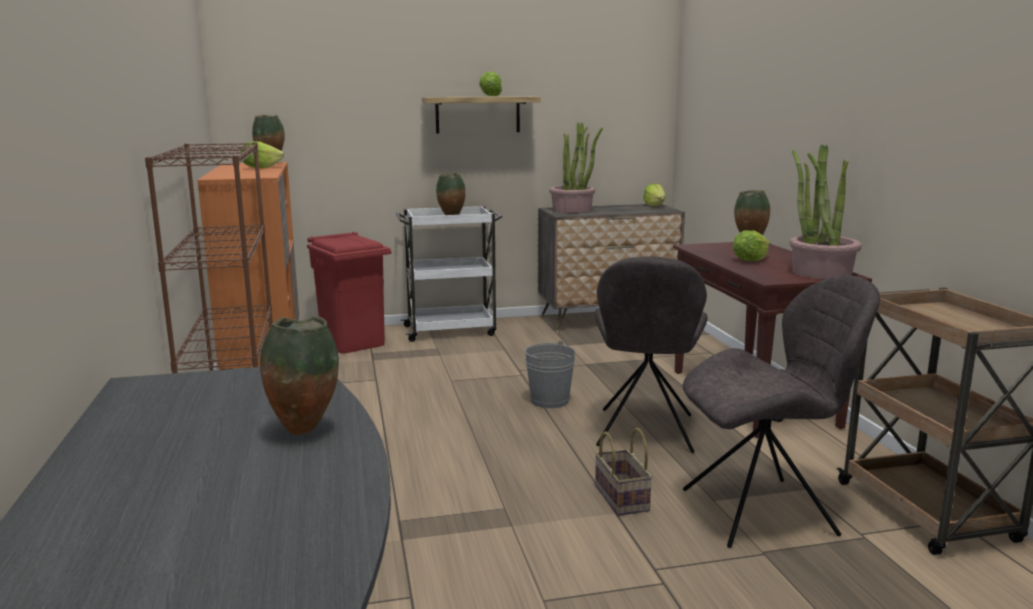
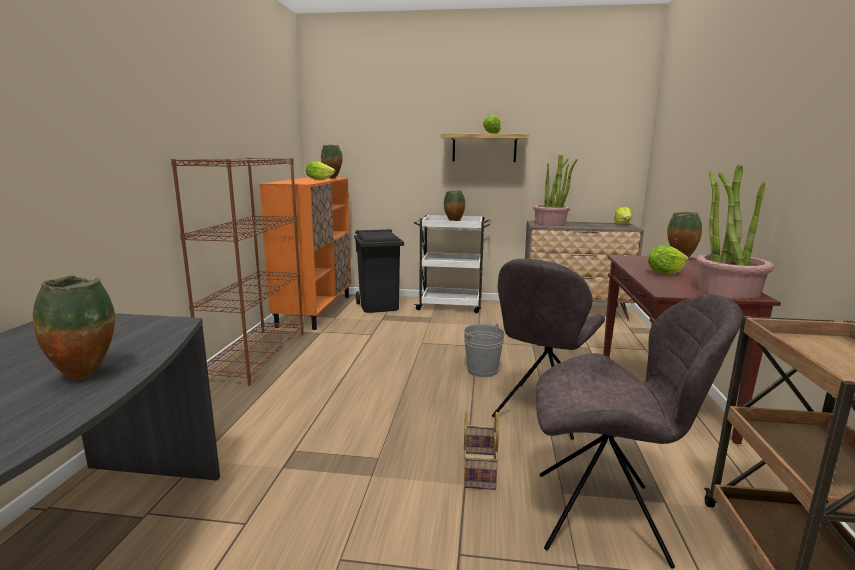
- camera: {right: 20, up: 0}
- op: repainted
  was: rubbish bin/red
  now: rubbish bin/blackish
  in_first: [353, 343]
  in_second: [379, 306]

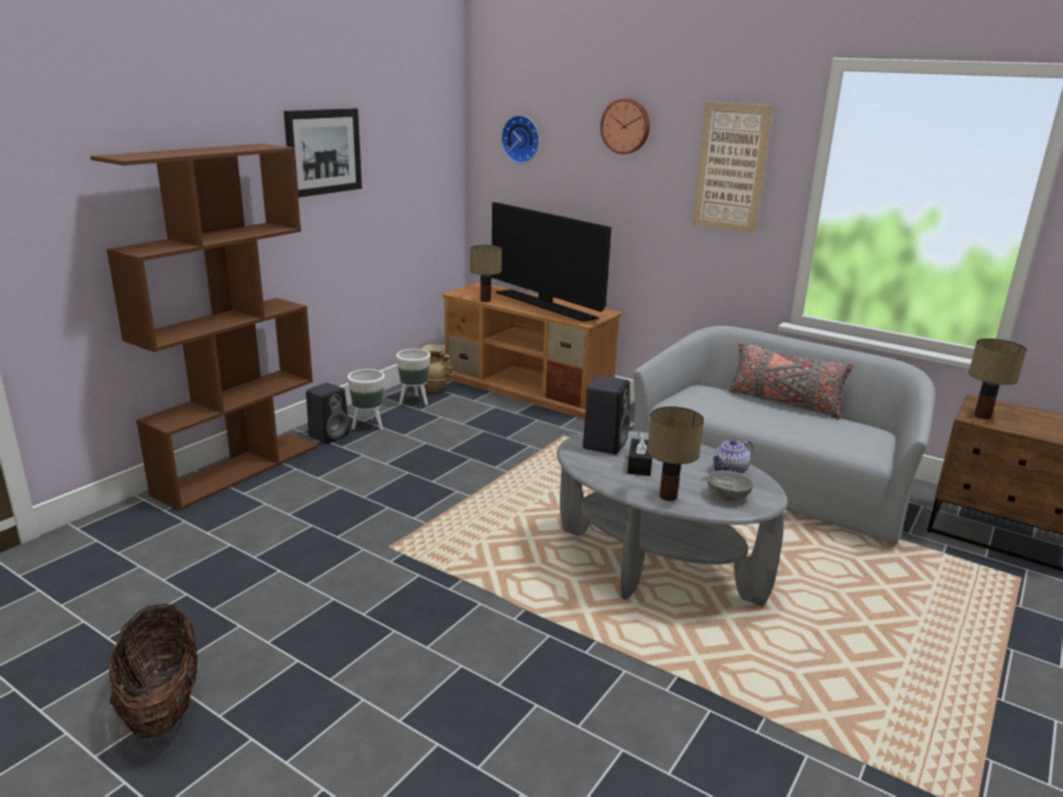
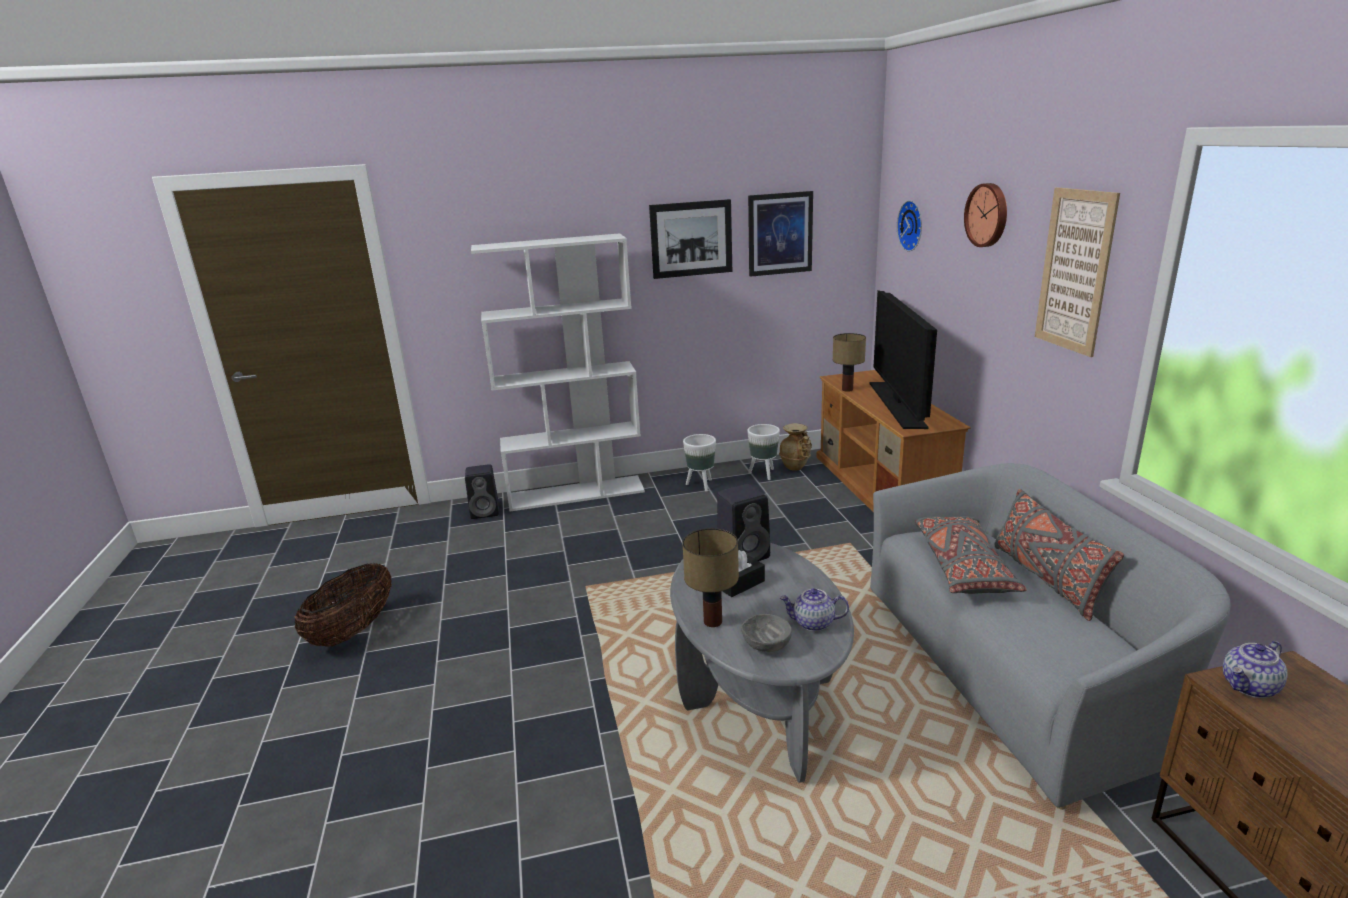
- camera: {right: 45, up: 0}
- op: repainted
  was: bookcase/brown-coloured
  now: bookcase/white-coloured
  in_first: [239, 469]
  in_second: [576, 493]
- op: shifted
  was: speaker/blackish
  in_first: [329, 435]
  in_second: [486, 512]
- op: swapped
  was: lamp for a table
  now: tea pot
  in_first: [983, 416]
  in_second: [1250, 687]
- op: new
  now: wall picture
  in_second: [780, 233]
- op: new
  now: pillow/greyish
  in_second: [963, 567]

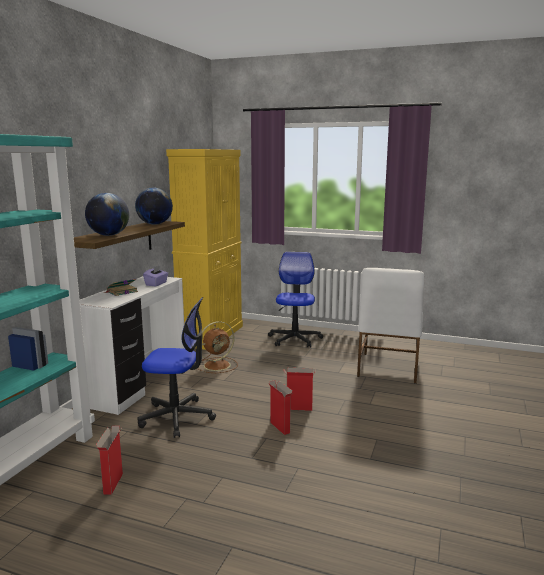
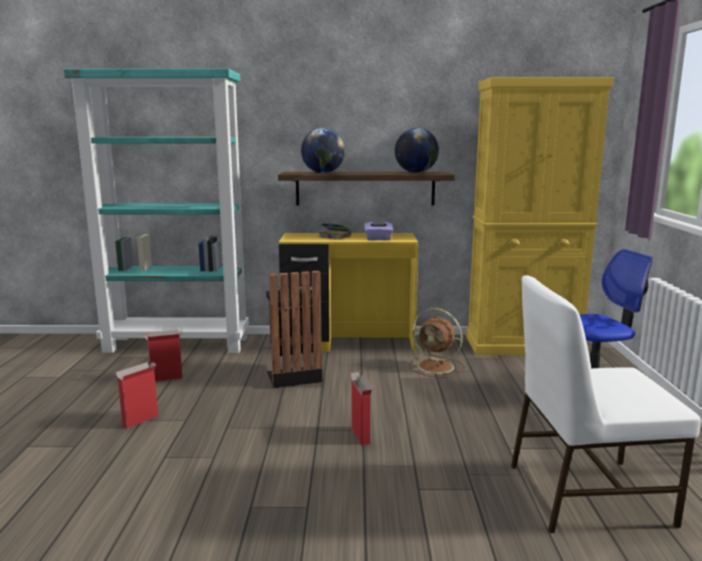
- camera: {right: 70, up: 0}
- op: repainted
  was: desk/white-coloured
  now: desk/yellow-coloured
  in_first: [139, 385]
  in_second: [349, 345]
- op: swapped
  was: office chair
  now: rubbish bin/blackish
  in_first: [177, 417]
  in_second: [292, 375]
- op: shifted
  was: carton
  in_first: [280, 428]
  in_second: [140, 421]

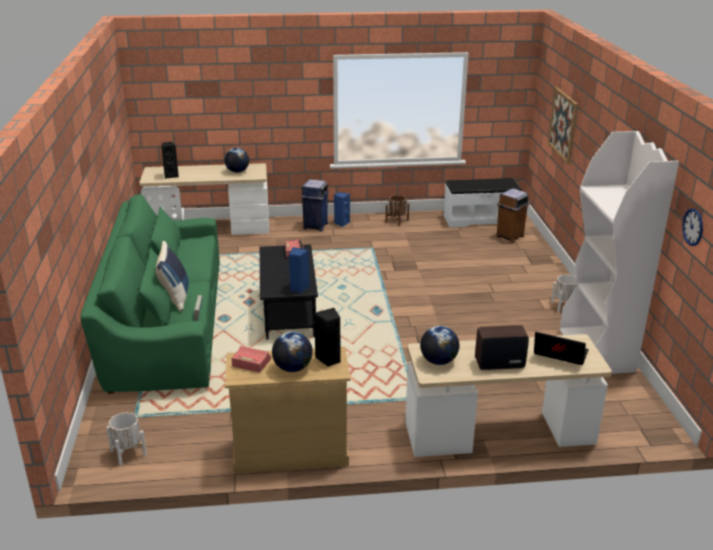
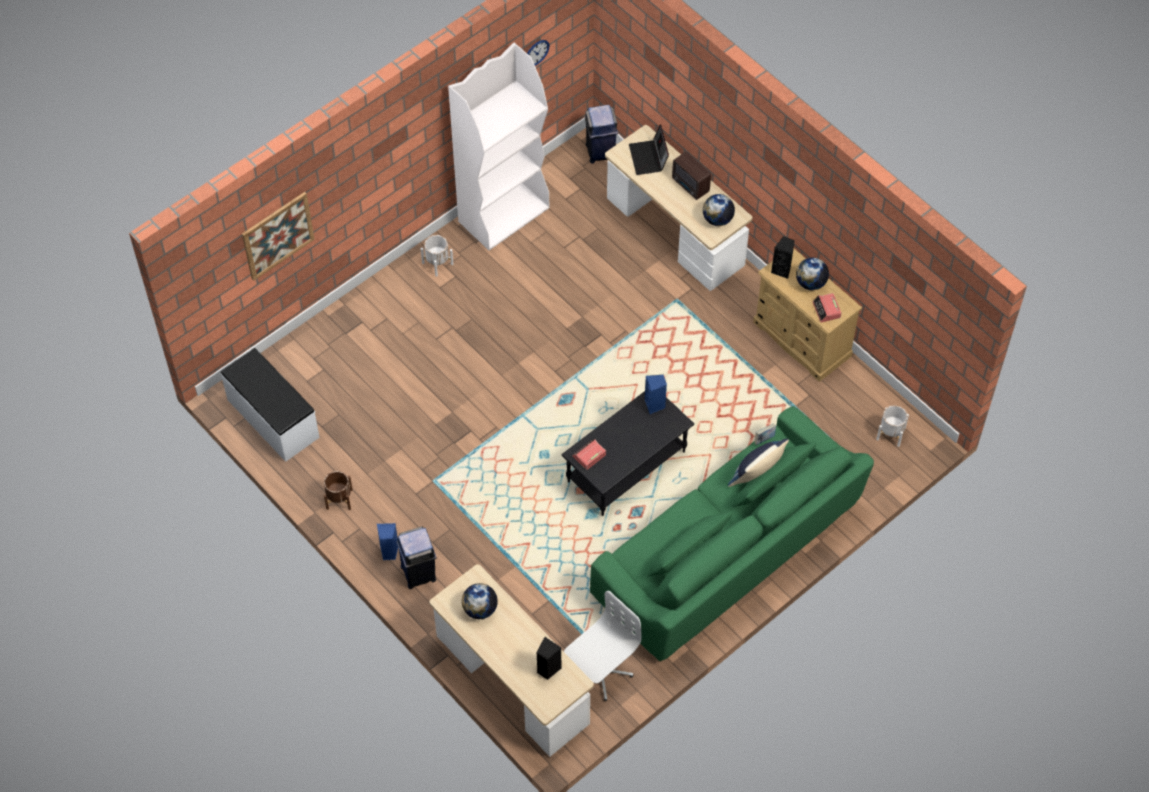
- camera: {right: -125, up: 30}
- op: gone
  was: rubbish bin/brown-coloured
  in_first: [509, 237]
- op: new
  now: rubbish bin/blue
  in_second: [600, 152]

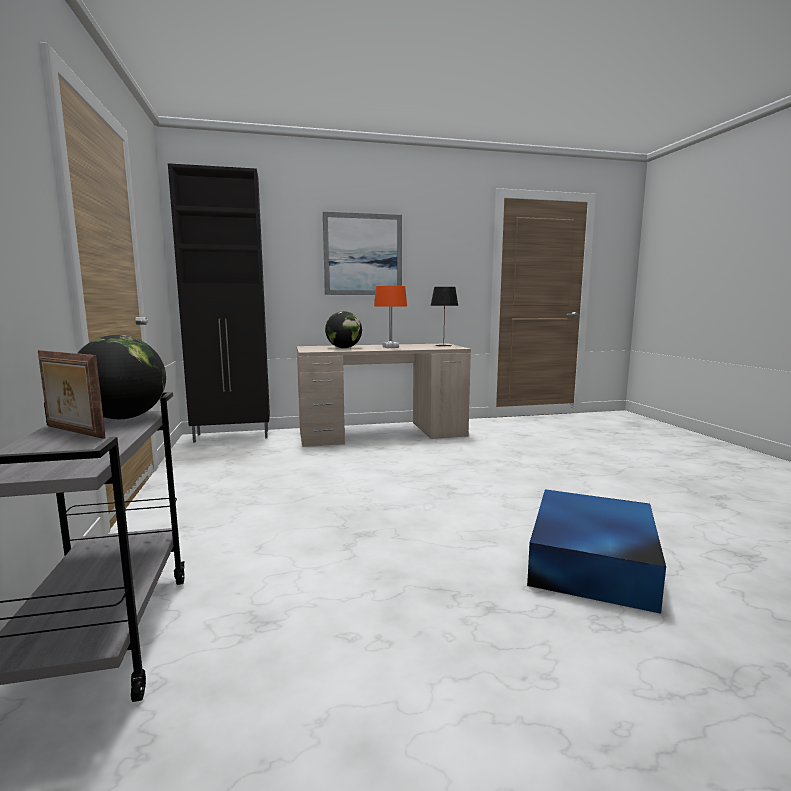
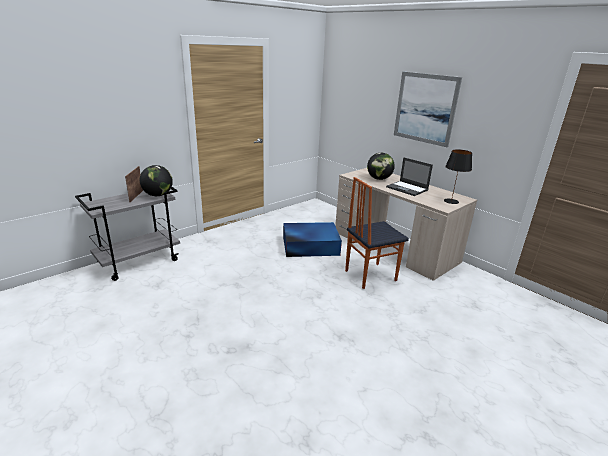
- camera: {right: 60, up: 15}
- op: gone
  was: storage cabinet/blackish
  in_first: [233, 436]
- op: swapped
  was: lamp for a table/orange-coloured
  now: portable computer
  in_first: [390, 347]
  in_second: [407, 188]
- op: shifted
  was: storage box/blue
  in_first: [590, 562]
  in_second: [309, 245]
- op: new
  now: chair
  in_second: [369, 275]

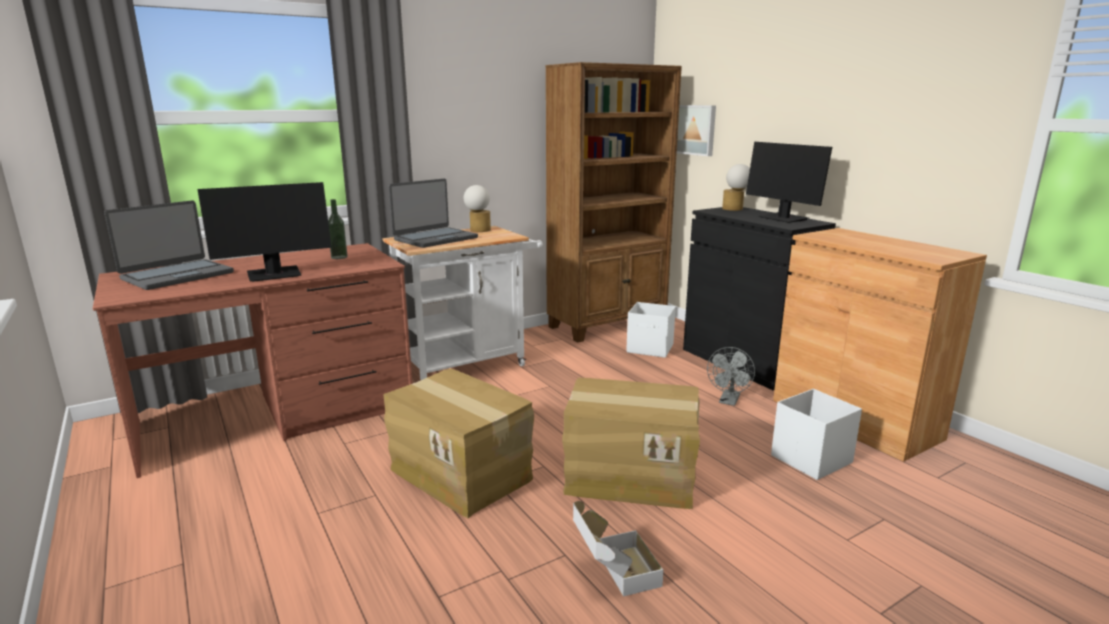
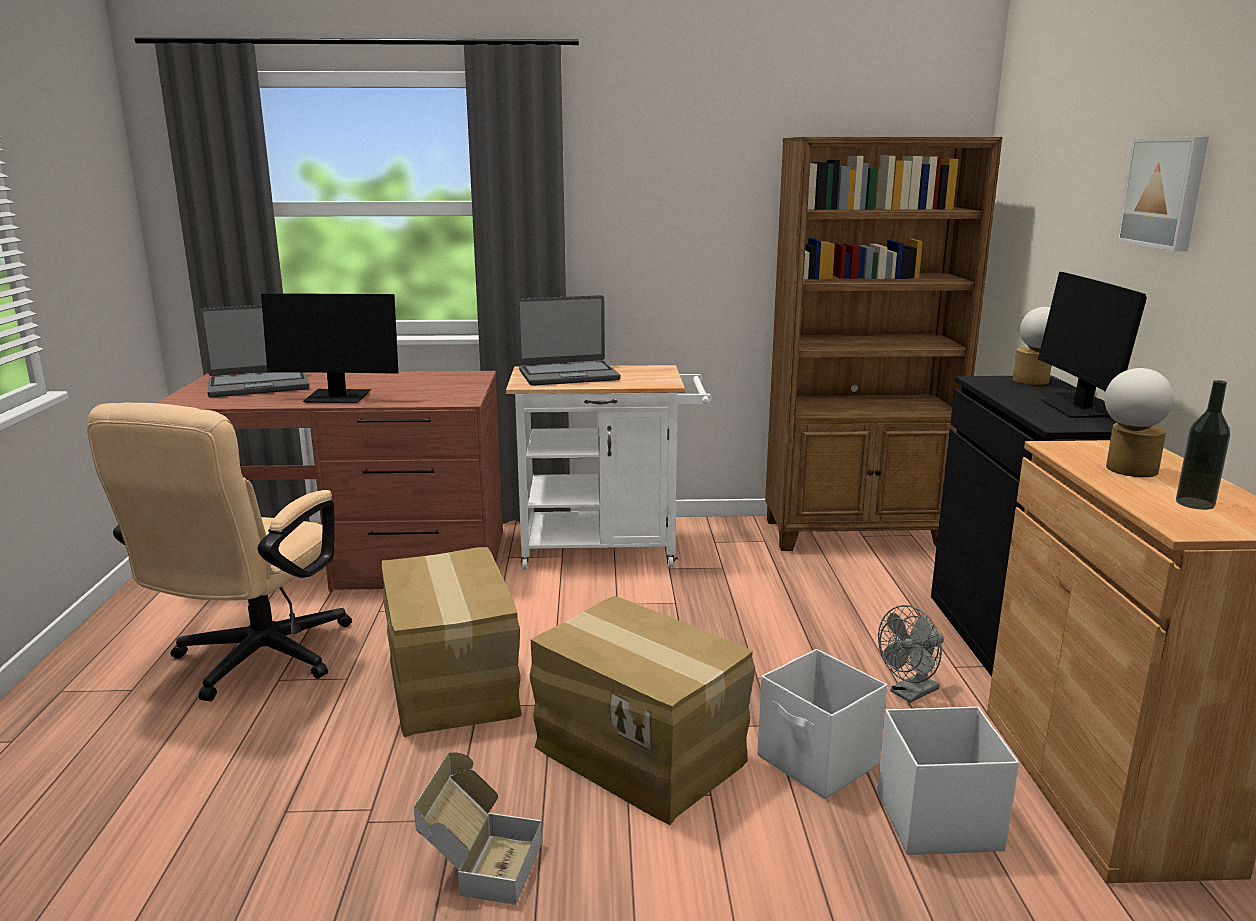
- camera: {right: 30, up: 0}
- op: shifted
  was: bottle
  in_first: [339, 257]
  in_second: [1195, 503]
- op: shifted
  was: lamp for a table
  in_first: [478, 230]
  in_second: [1126, 470]
- op: shifted
  was: storage box/white-coloured
  in_first: [650, 349]
  in_second: [818, 762]
- op: shifted
  was: wall picture
  in_first: [696, 130]
  in_second: [1165, 192]
- op: new
  now: office chair/beige-coloured
  in_second: [252, 662]

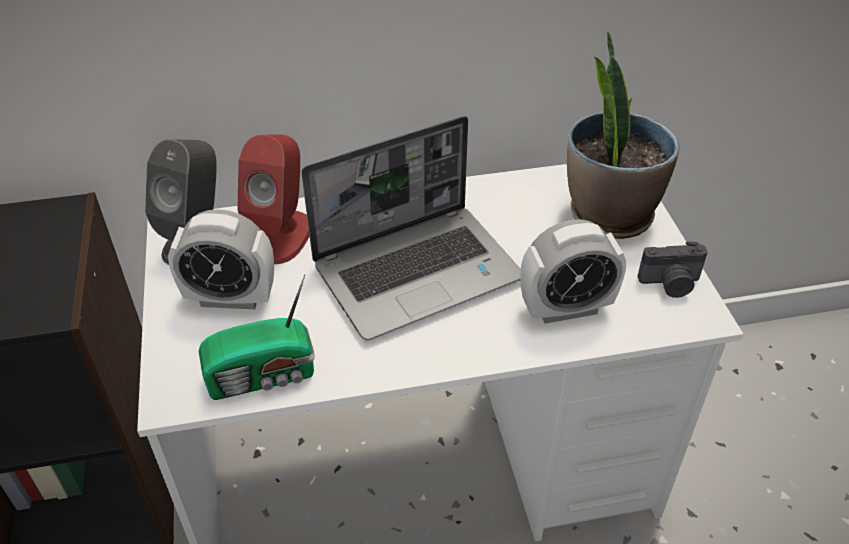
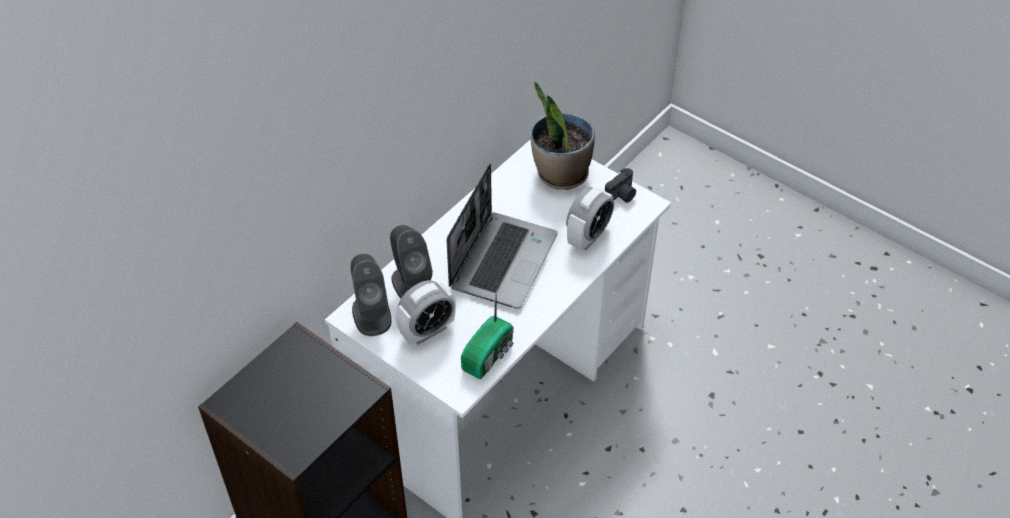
- camera: {right: -40, up: 5}
- op: repainted
  was: speaker/red
  now: speaker/greyish
  in_first: [281, 235]
  in_second: [412, 284]

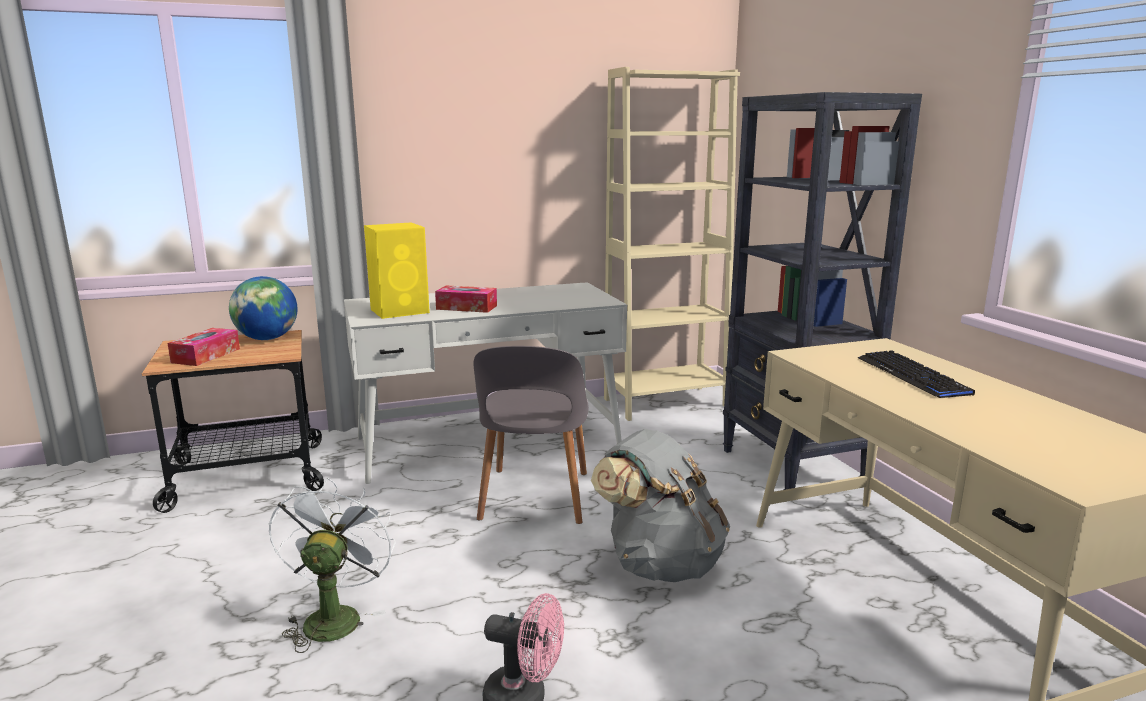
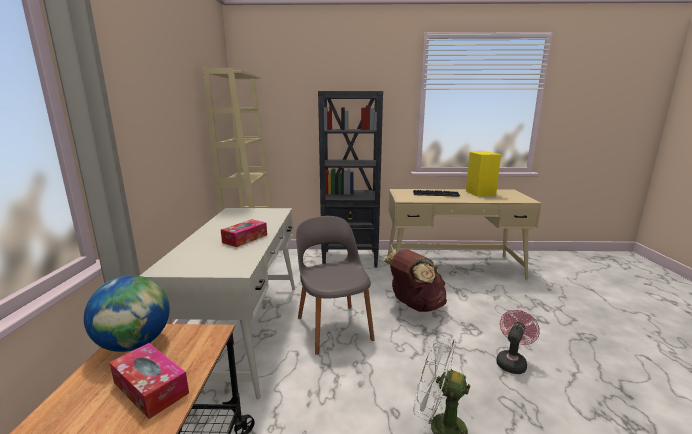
- camera: {right: -70, up: 0}
- op: shifted
  was: speaker/yellow-coloured
  in_first: [401, 311]
  in_second: [480, 193]
- op: rotated
  was: chair/greyish
  in_first: [534, 497]
  in_second: [334, 326]
  clockwise: -135
- op: repainted
  was: knapsack/greyish
  now: knapsack/brown-coloured
  in_first: [660, 563]
  in_second: [415, 306]

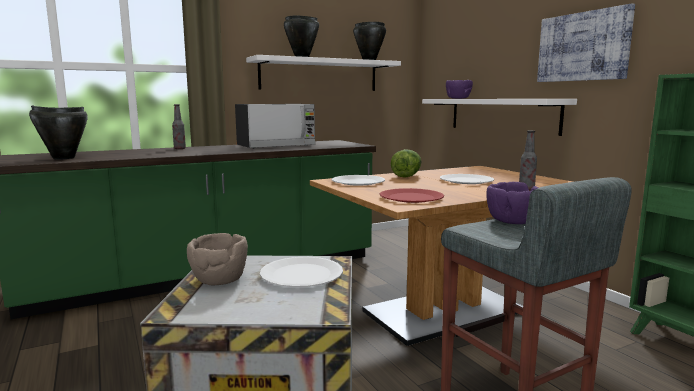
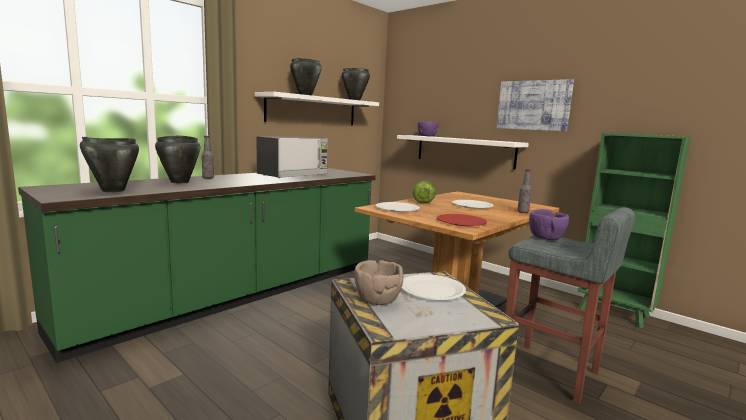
- camera: {right: -20, up: 0}
- op: new
  now: cooking pot/blackish
  in_second: [180, 182]

